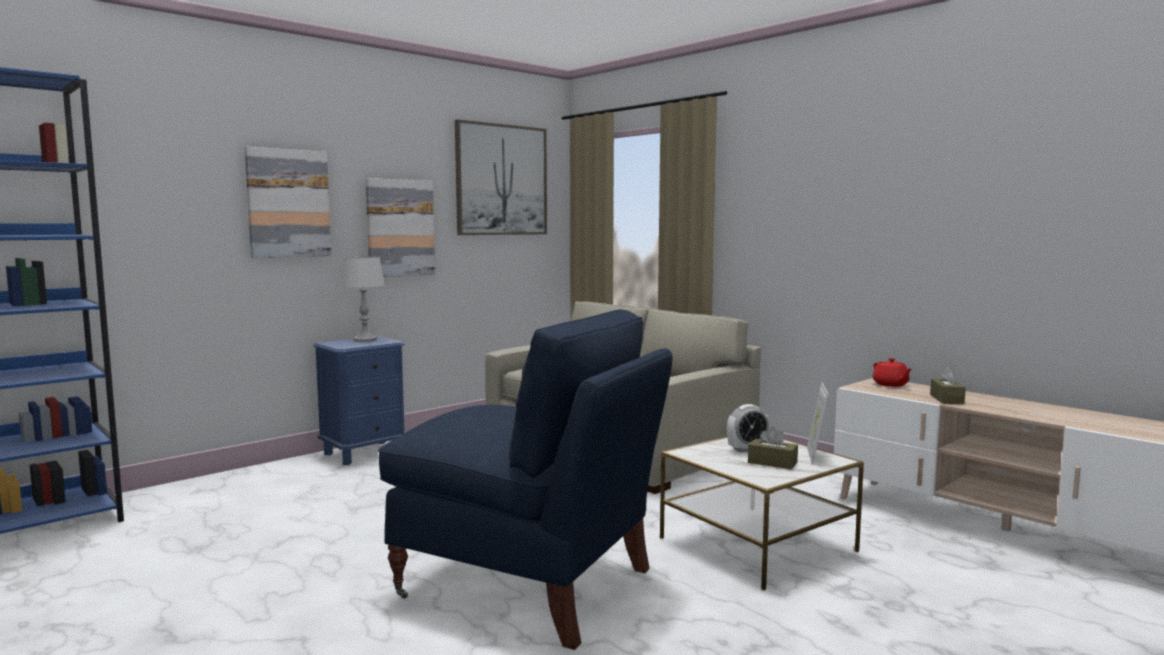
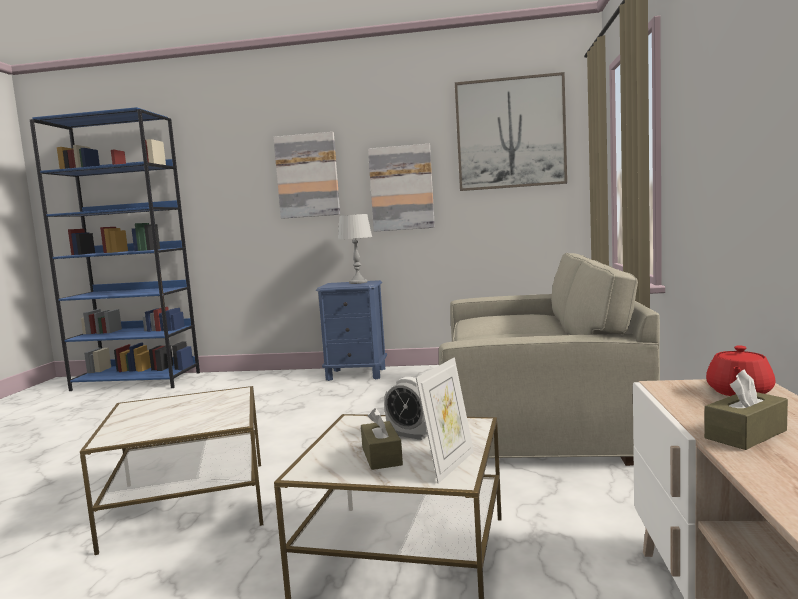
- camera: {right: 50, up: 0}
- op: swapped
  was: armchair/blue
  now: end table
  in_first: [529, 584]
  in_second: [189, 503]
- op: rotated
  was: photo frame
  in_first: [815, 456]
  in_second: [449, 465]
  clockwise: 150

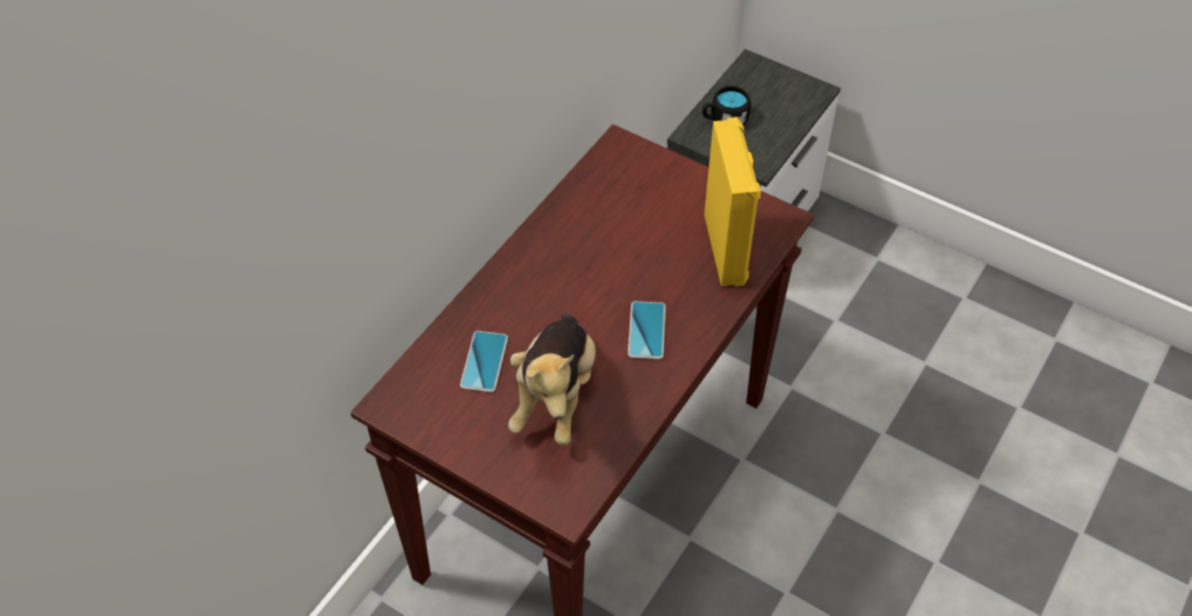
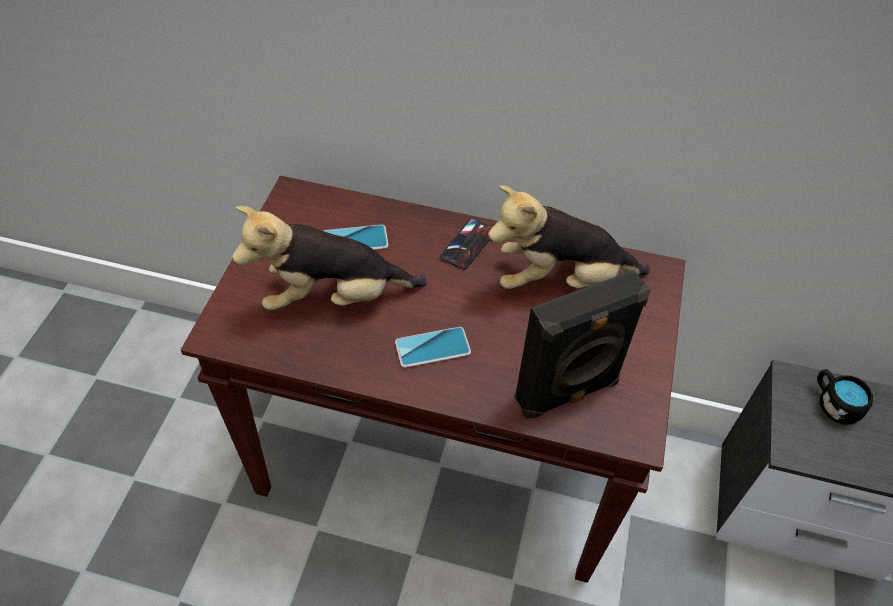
- camera: {right: 70, up: 0}
- op: repainted
  was: speaker/yellow-coloured
  now: speaker/blackish
  in_first: [727, 249]
  in_second: [568, 393]
- op: new
  now: phone
  in_second: [468, 244]
- op: new
  now: cuddly toy
  in_second: [560, 280]

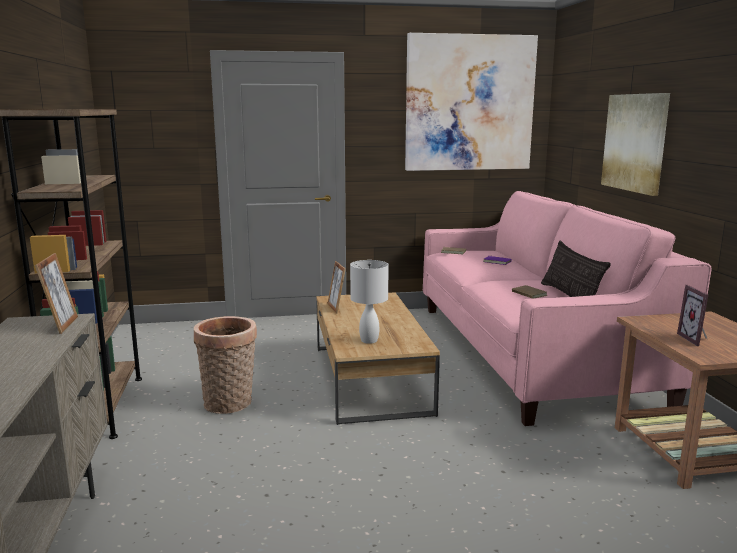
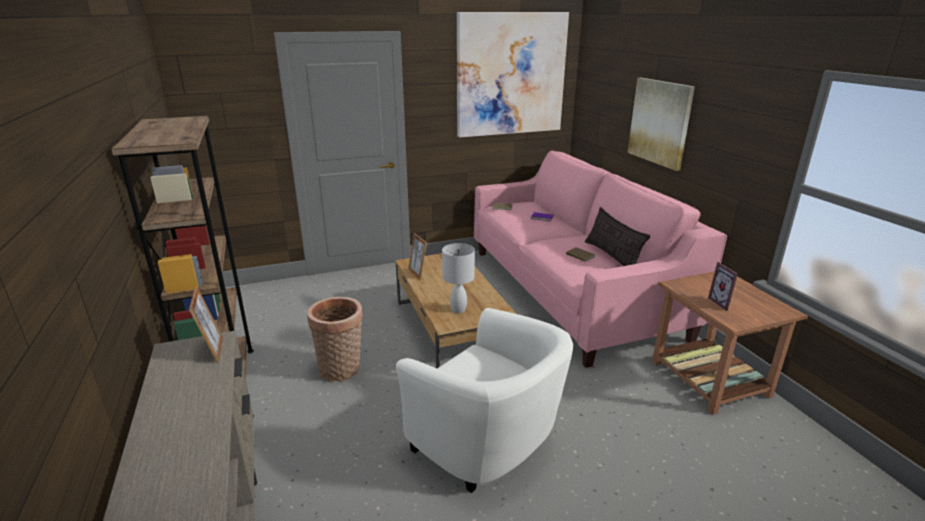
- camera: {right: -10, up: 10}
- op: new
  now: armchair/white-coloured
  in_second: [489, 446]

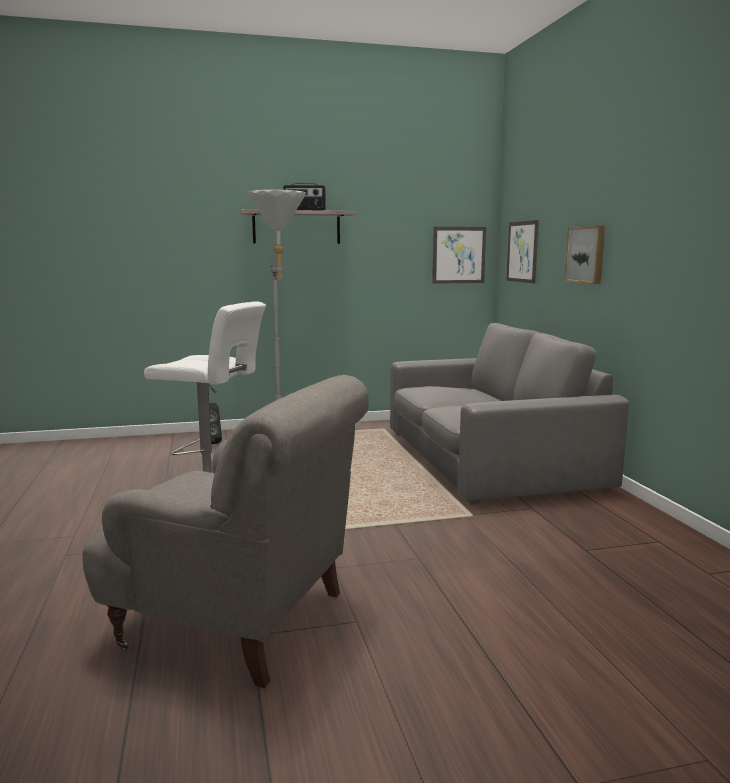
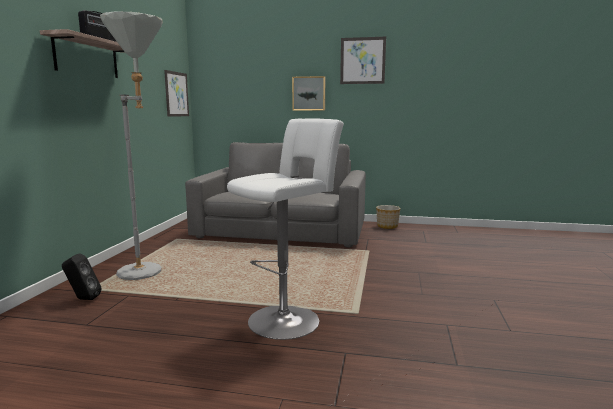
- camera: {right: -65, up: 0}
- op: gone
  was: armchair/greyish
  in_first: [240, 620]
- op: shifted
  was: wall picture
  in_first: [522, 251]
  in_second: [362, 60]
- op: new
  now: flower pot
  in_second: [387, 226]

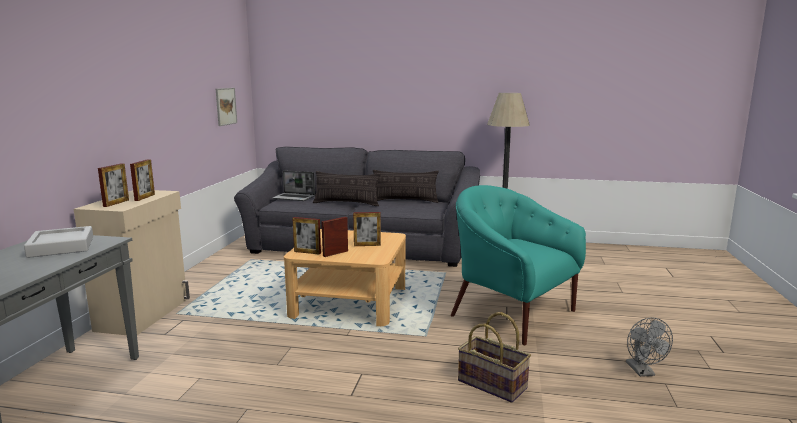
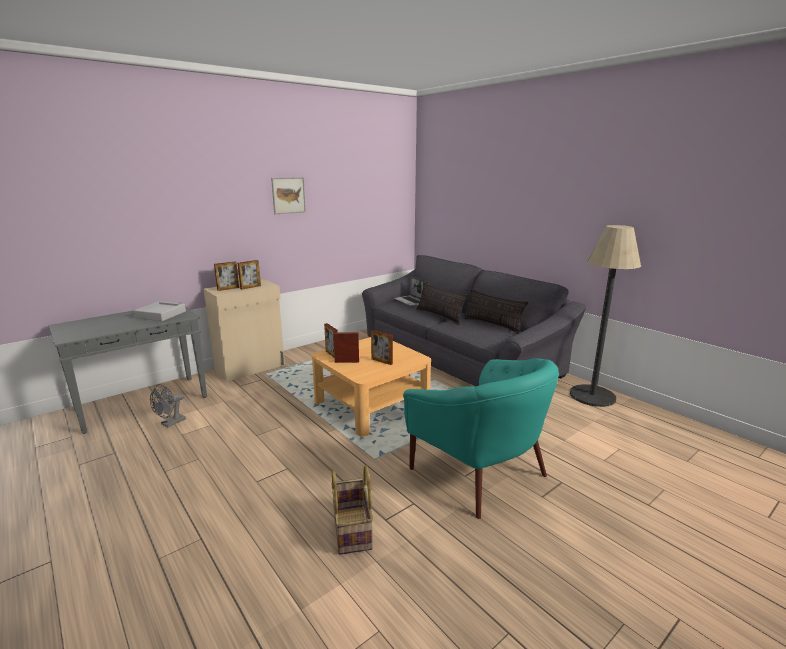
- camera: {right: 40, up: 5}
- op: shifted
  was: wall picture
  in_first: [226, 106]
  in_second: [288, 195]
- op: rotated
  was: armchair/blue-green
  in_first: [511, 313]
  in_second: [479, 472]
  clockwise: 150
- op: shifted
  was: cooling fan/greyish
  in_first: [643, 372]
  in_second: [170, 423]

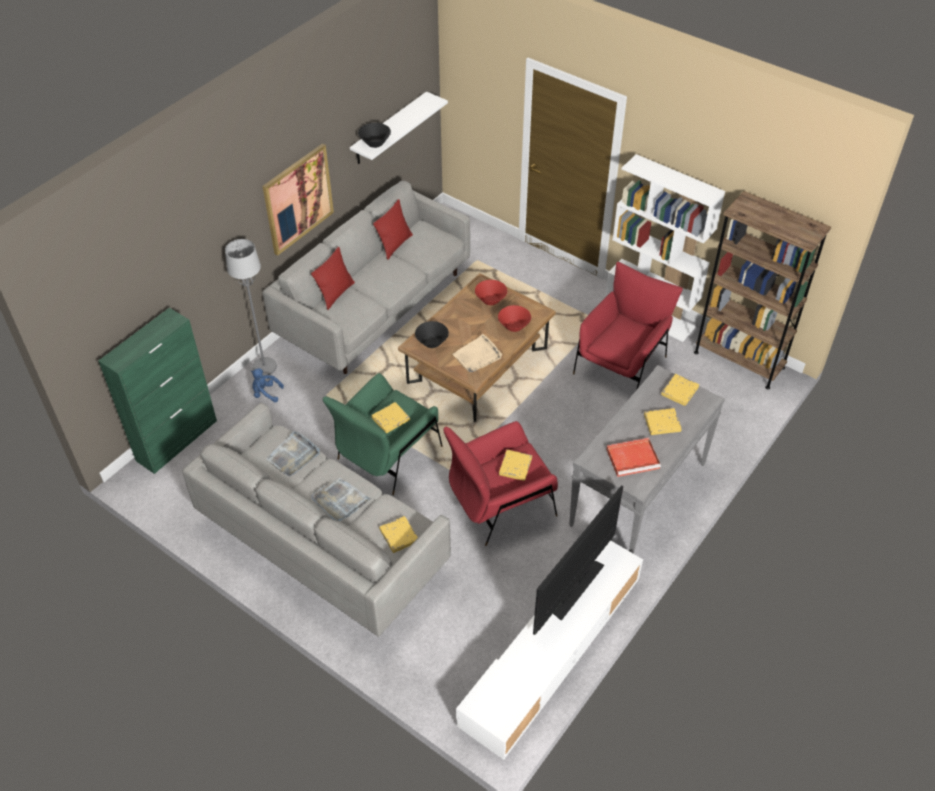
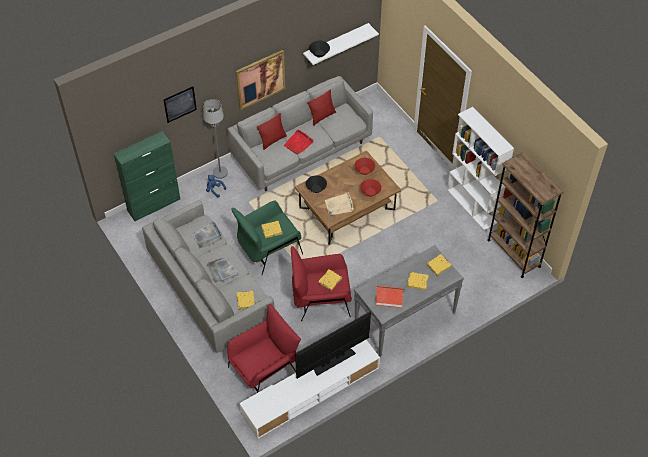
- camera: {right: 20, up: 5}
- op: shifted
  was: armchair/red
  in_first: [621, 363]
  in_second: [265, 369]
- op: new
  now: wall picture
  in_second: [180, 104]
- op: new
  now: carrying tray/red
  in_second: [298, 143]

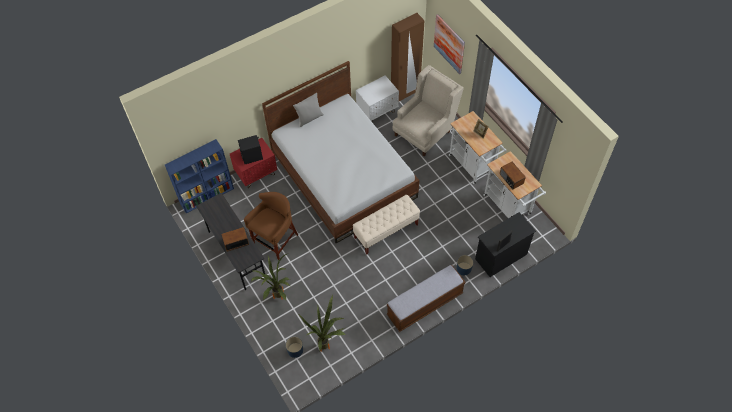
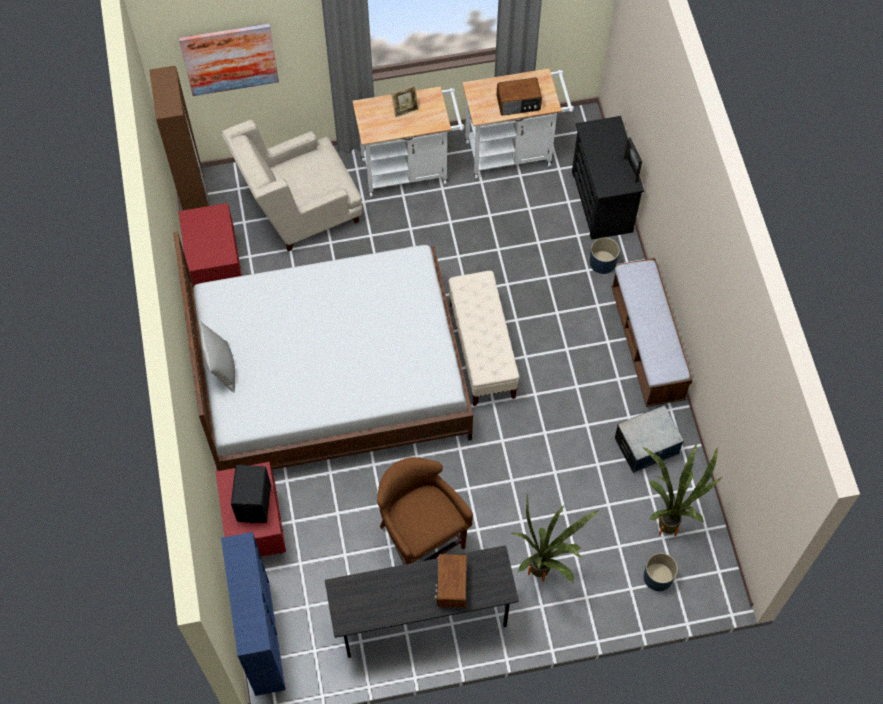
- camera: {right: -70, up: 5}
- op: repainted
  was: nightstand/white-coloured
  now: nightstand/red
  in_first: [377, 112]
  in_second: [217, 271]
- op: rotated
  was: armchair/beige-coloured
  in_first: [425, 131]
  in_second: [299, 212]
  clockwise: -90
- op: new
  now: storage box
  in_second: [646, 446]

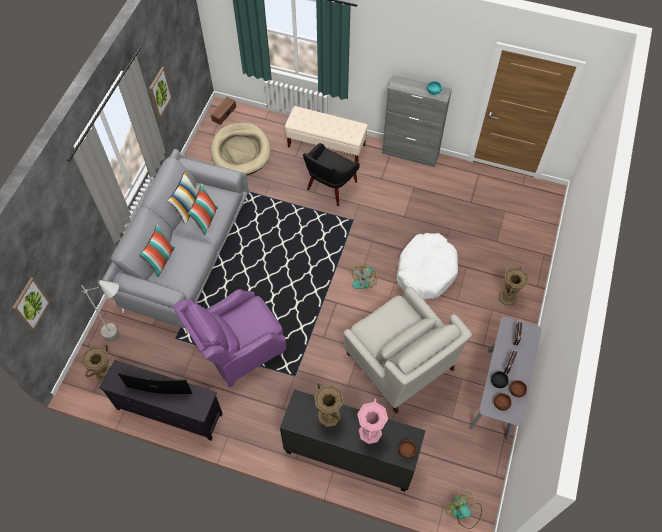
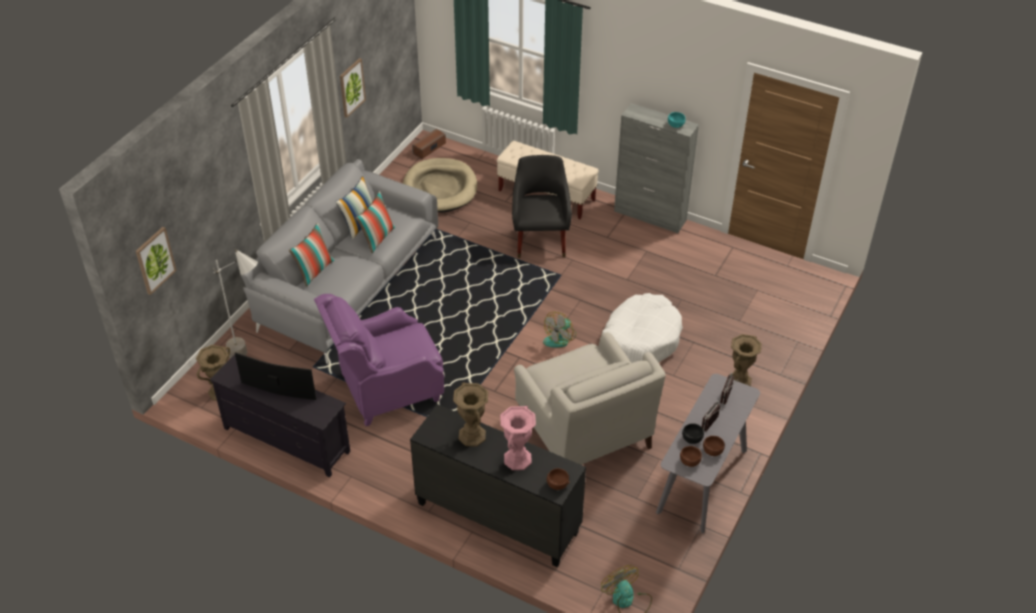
- camera: {right: 10, up: -15}
- op: rotated
  was: armchair/blackish
  in_first: [330, 188]
  in_second: [540, 239]
  clockwise: 135

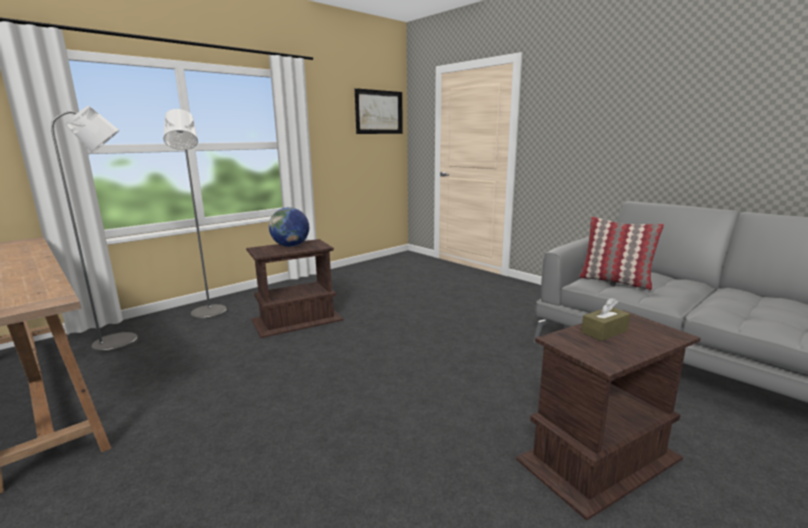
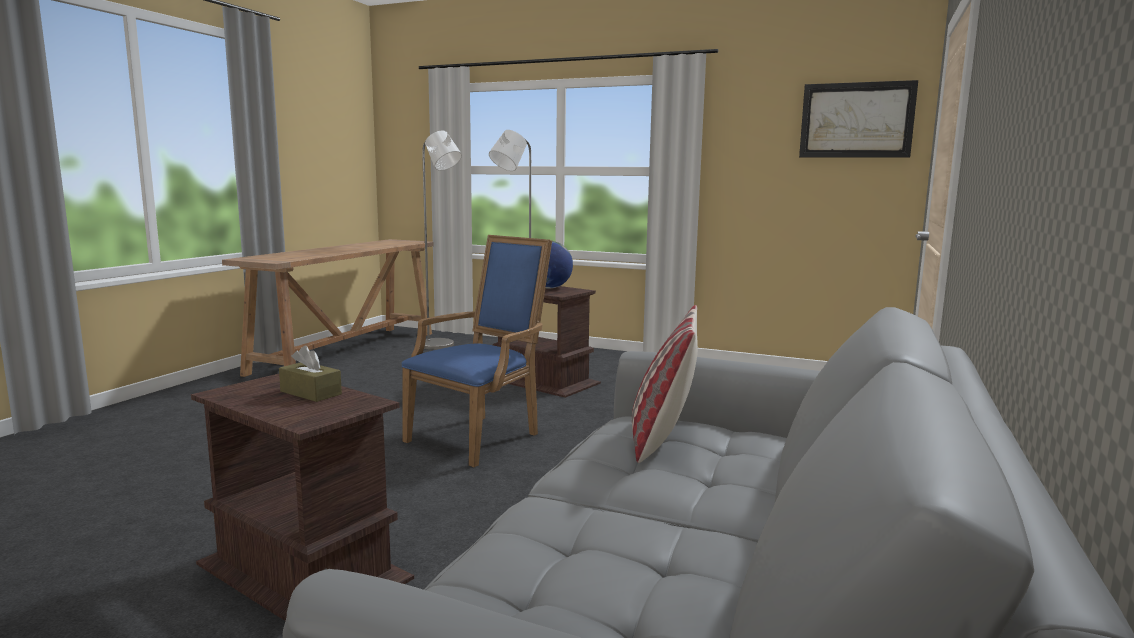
- camera: {right: 65, up: -5}
- op: new
  now: armchair/blue
  in_second: [480, 436]

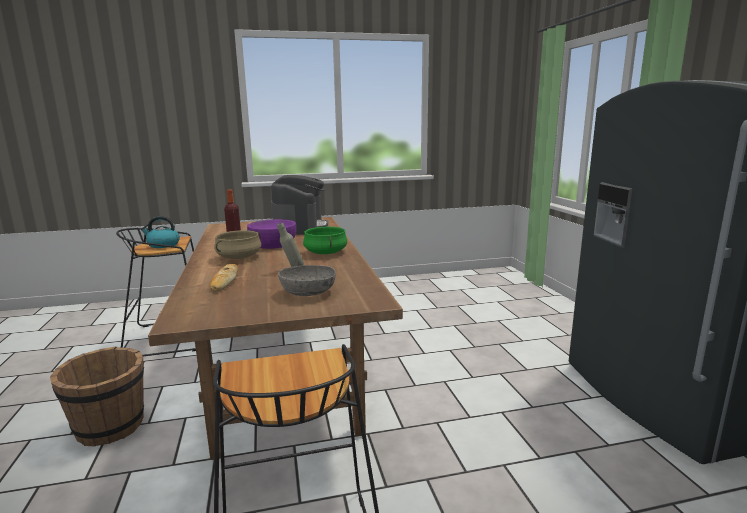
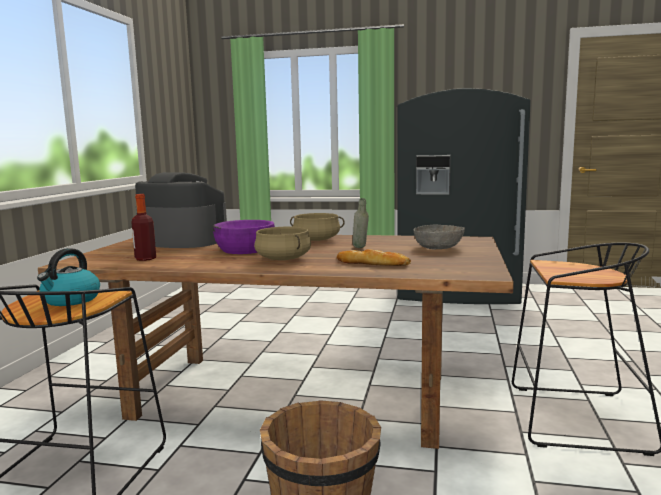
- camera: {right: -65, up: -5}
- op: repainted
  was: cooking pot/green
  now: cooking pot/beige-coloured
  in_first: [326, 252]
  in_second: [317, 240]

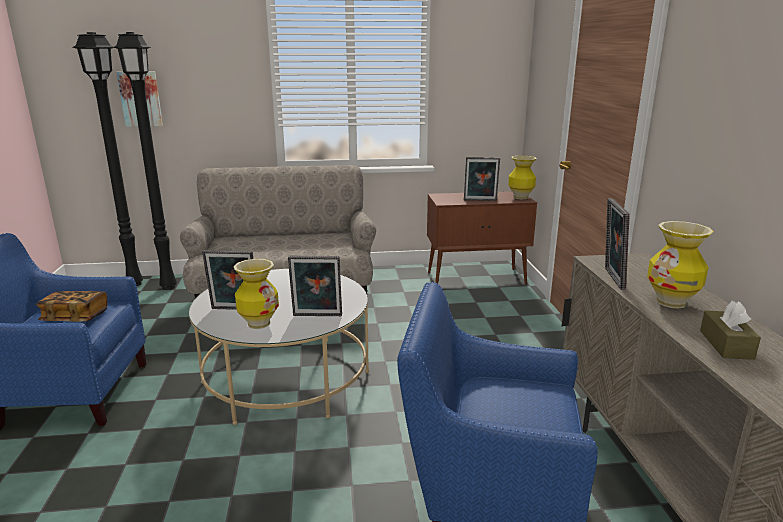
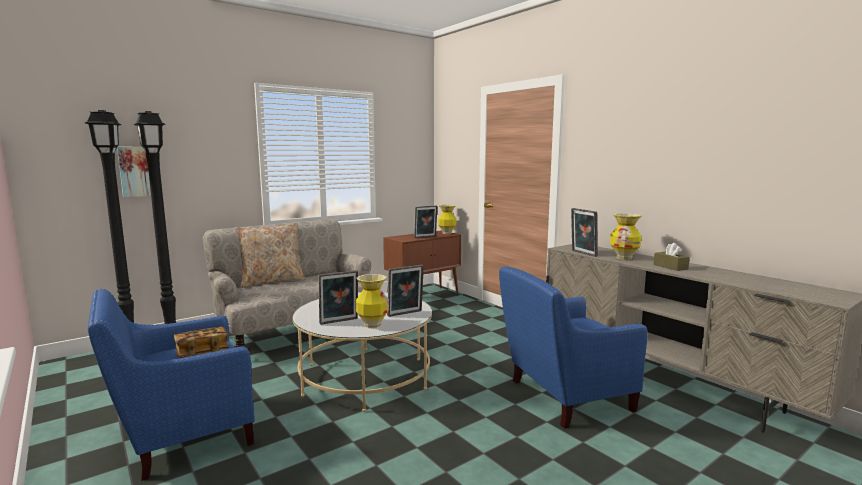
- camera: {right: -30, up: -10}
- op: new
  now: pillow/beige-coloured
  in_second: [272, 281]

